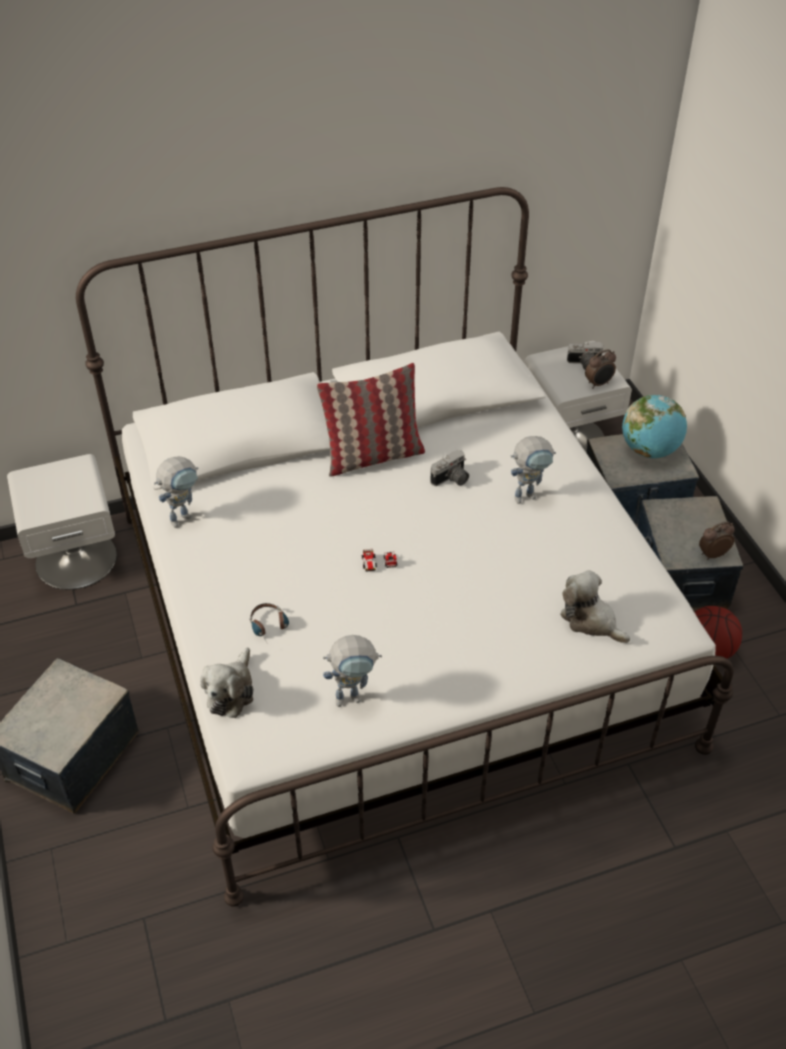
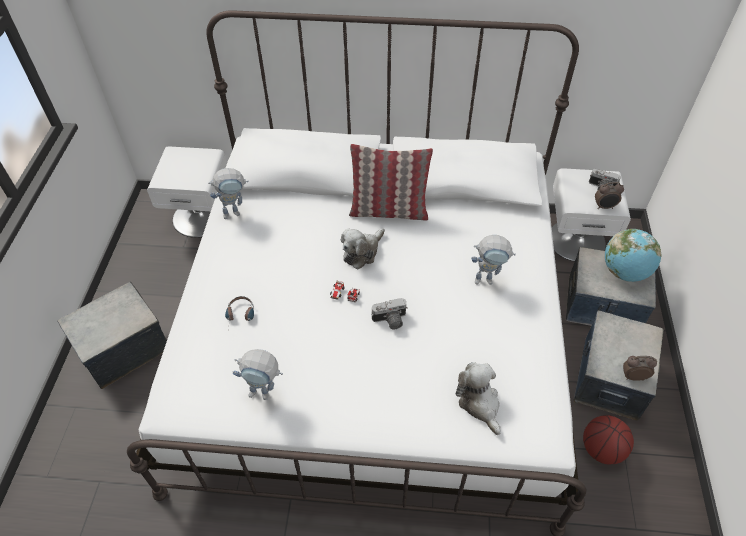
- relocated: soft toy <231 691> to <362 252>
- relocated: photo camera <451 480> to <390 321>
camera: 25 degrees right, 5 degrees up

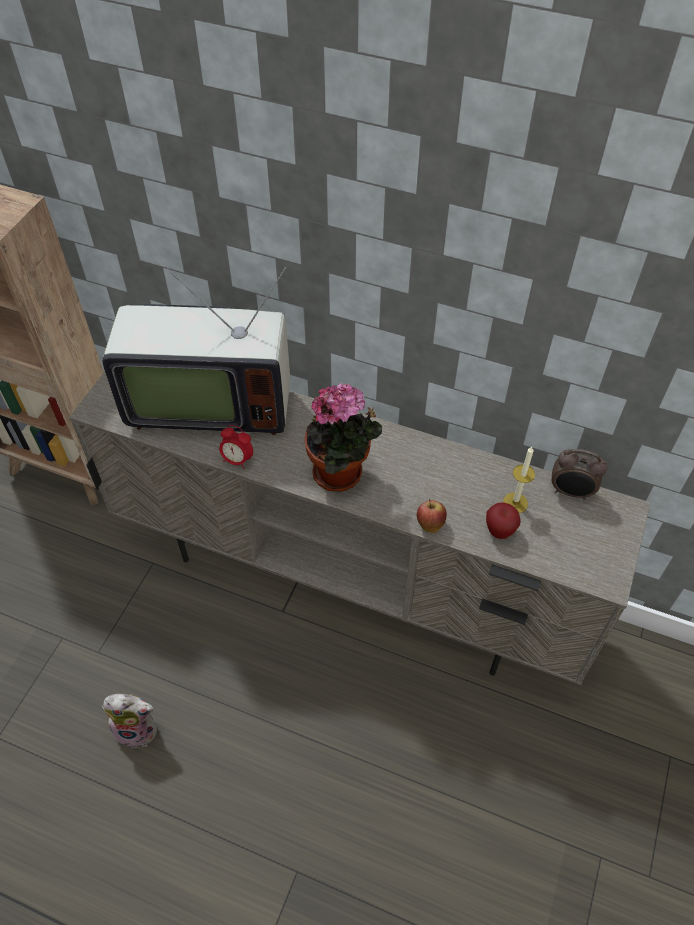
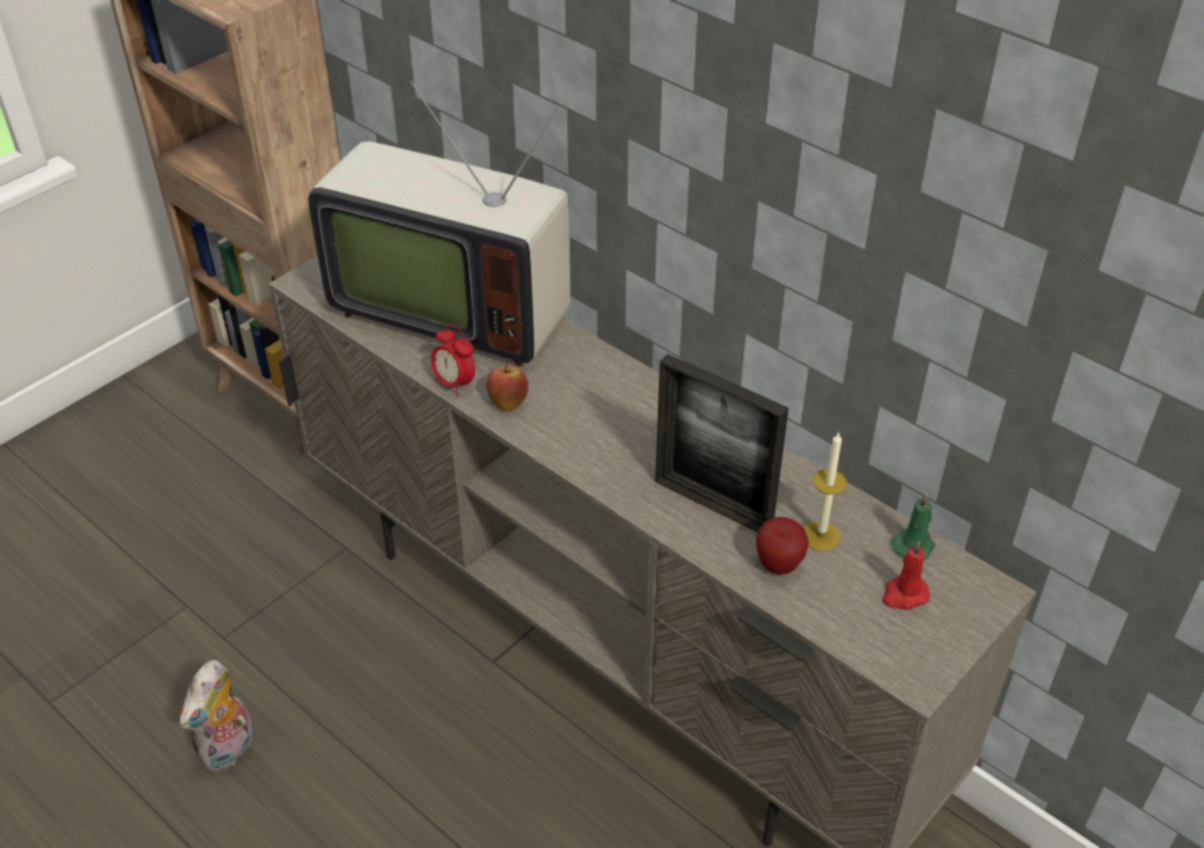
- spun: soft toy <138 728> = <229 750> 90 degrees clockwise
- missing: potted plant <342 474>
- relocated: apple <430 524> to <508 402>
- exchanged: alarm clock <571 492> to wax light in green-coloured <914 545>
- appeared: photo frame <713 504>
- appeared: wax light in red <904 595>
camera: 20 degrees right, 10 degrees down

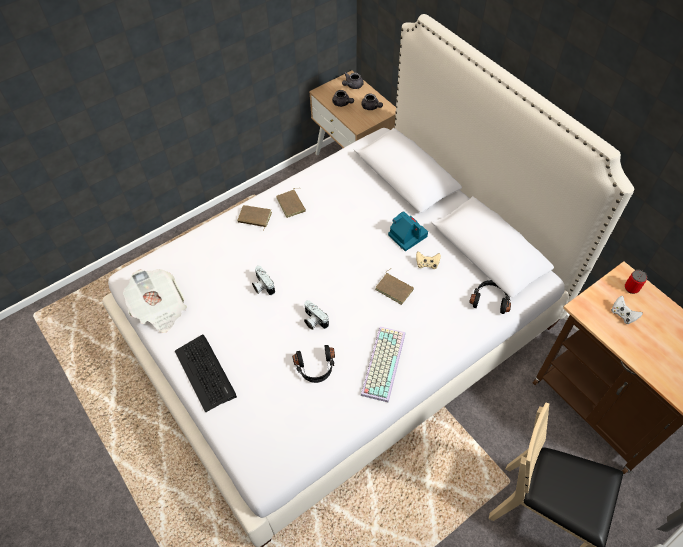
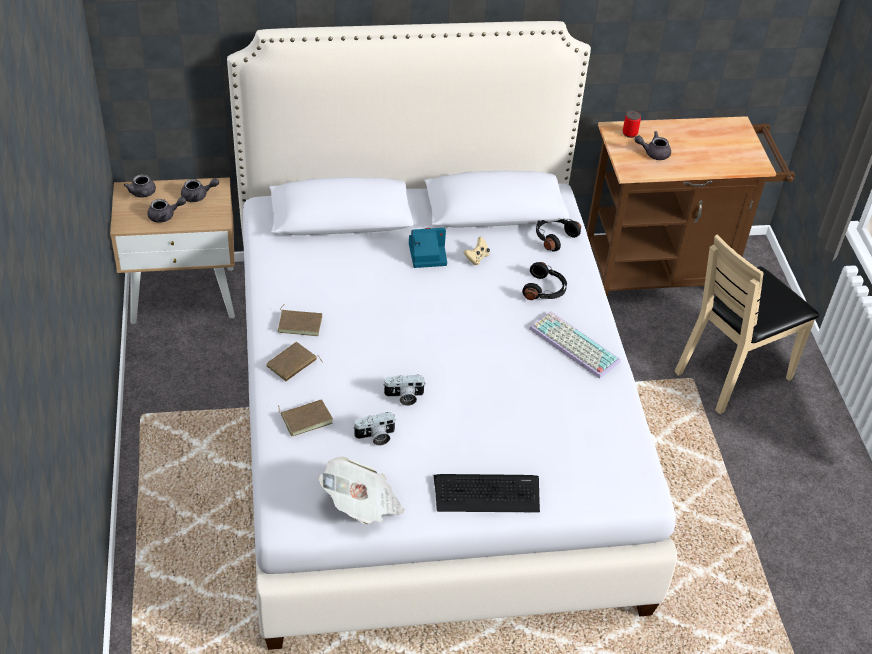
- relocated: headphones in blackish <316 368> to <545 290>
- relocated: photo camera <313 321> to <375 437>
- relocated: bound book in brownish <395 289> to <306 418>
- exchanged: joypad in white-coloured <622 315> to tea pot in gray <653 153>
camera: 65 degrees left, 10 degrees down

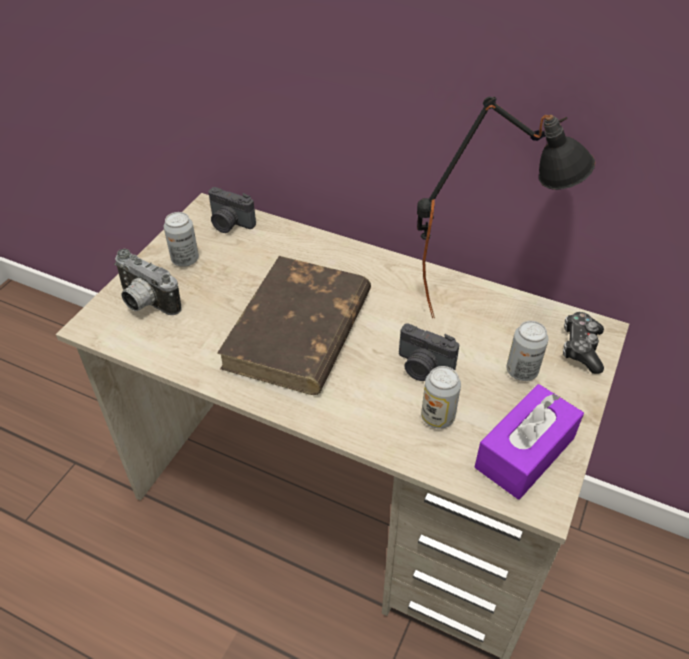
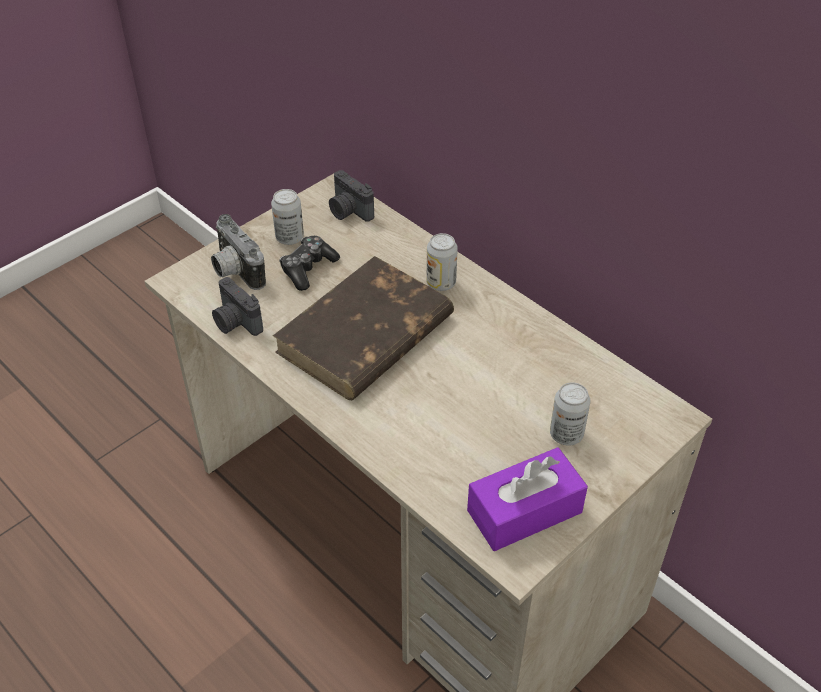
- relocated: photo camera <423 367> to <235 322>
- missing: tabletop lamp in blackish <480 303>
- relocated: sealed can <437 417> to <441 283>
- relocated: joypad <581 348> to <308 269>
camera: 20 degrees right, 0 degrees up

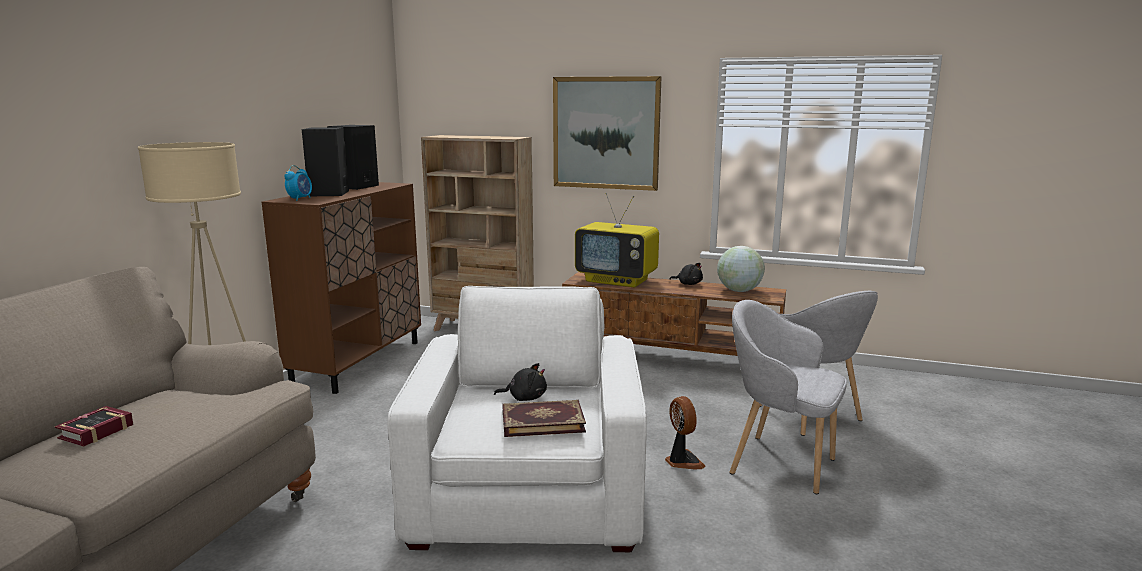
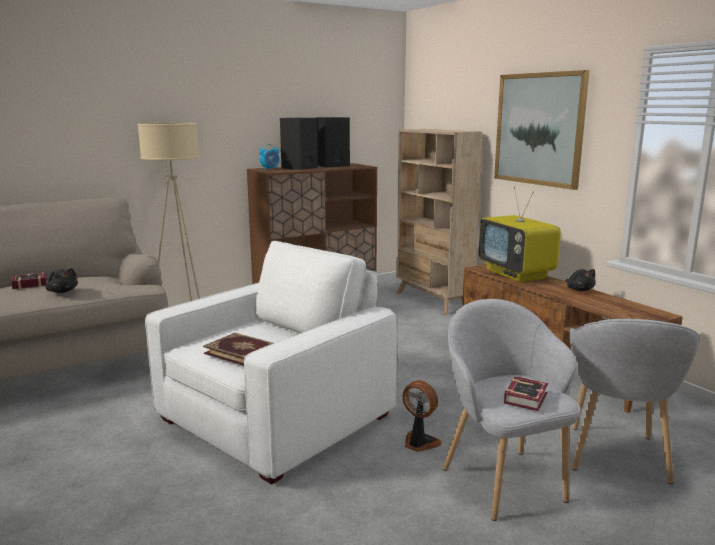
- relocated: soft toy in blackish <525 398> to <62 291>
- spun: fan <682 461> = <419 443> 75 degrees counterclockwise
- missing: world globe <739 291>
- appeared: bound book <527 397>
camera: 40 degrees right, 0 degrees up

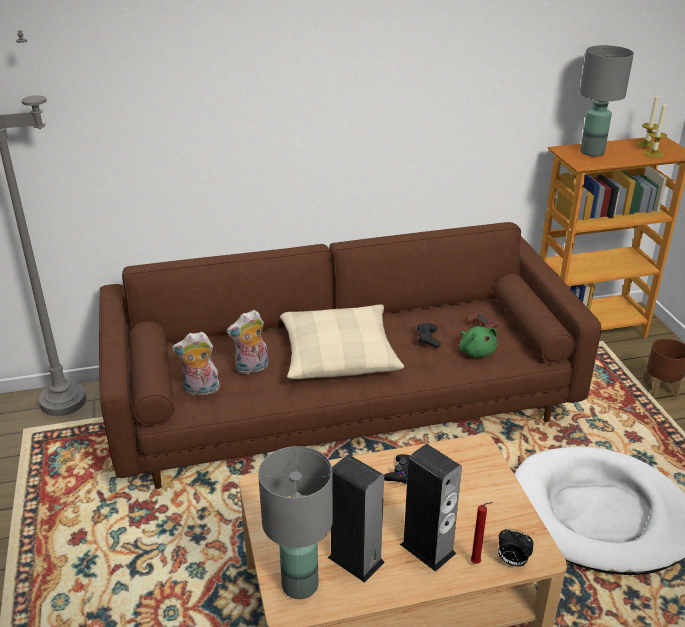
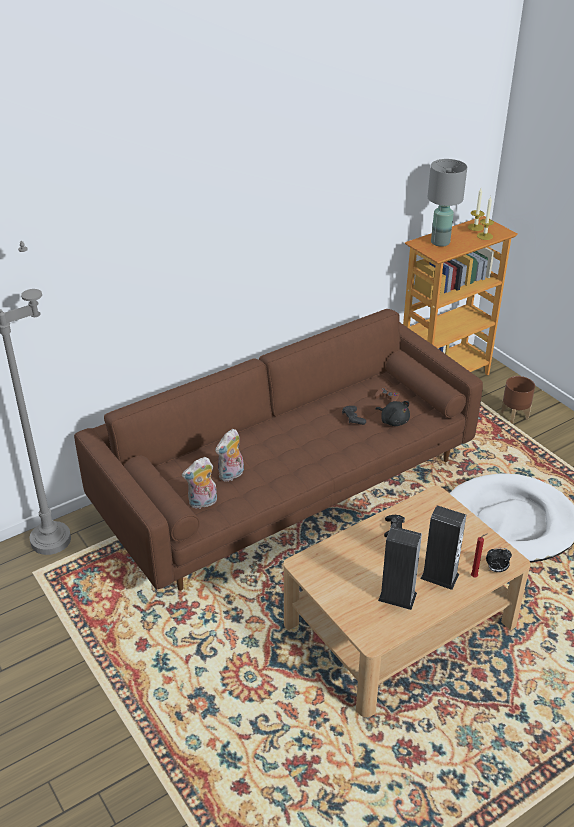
- missing: tabletop lamp in gray <300 585>
- missing: cushion in sand-coloured <338 353>
- colour: soft toy in green-coloured <476 351> to soft toy in blackish <393 421>
camera: 20 degrees left, 5 degrees up

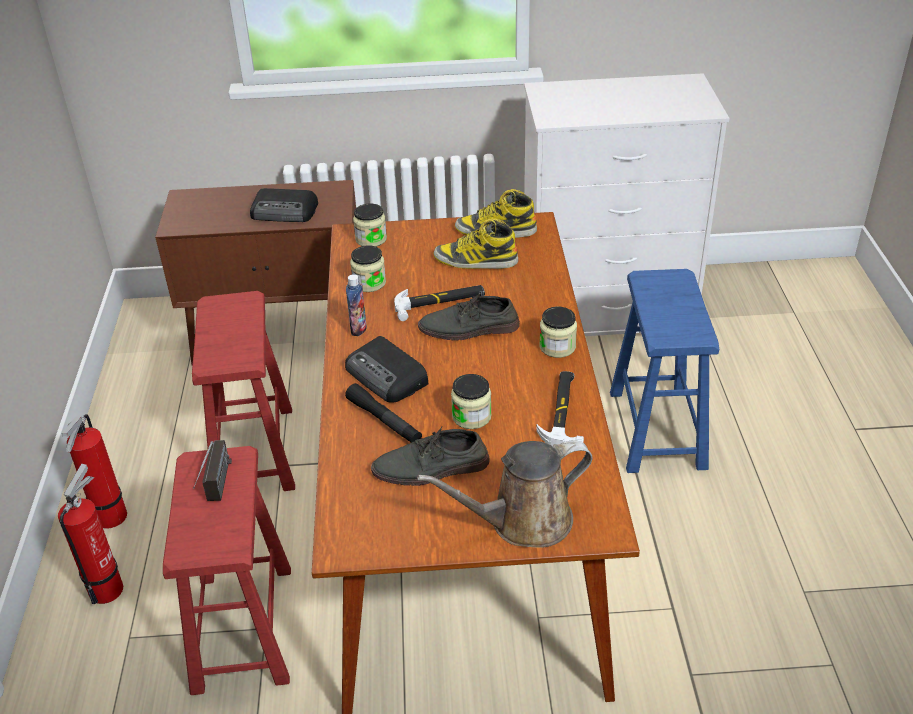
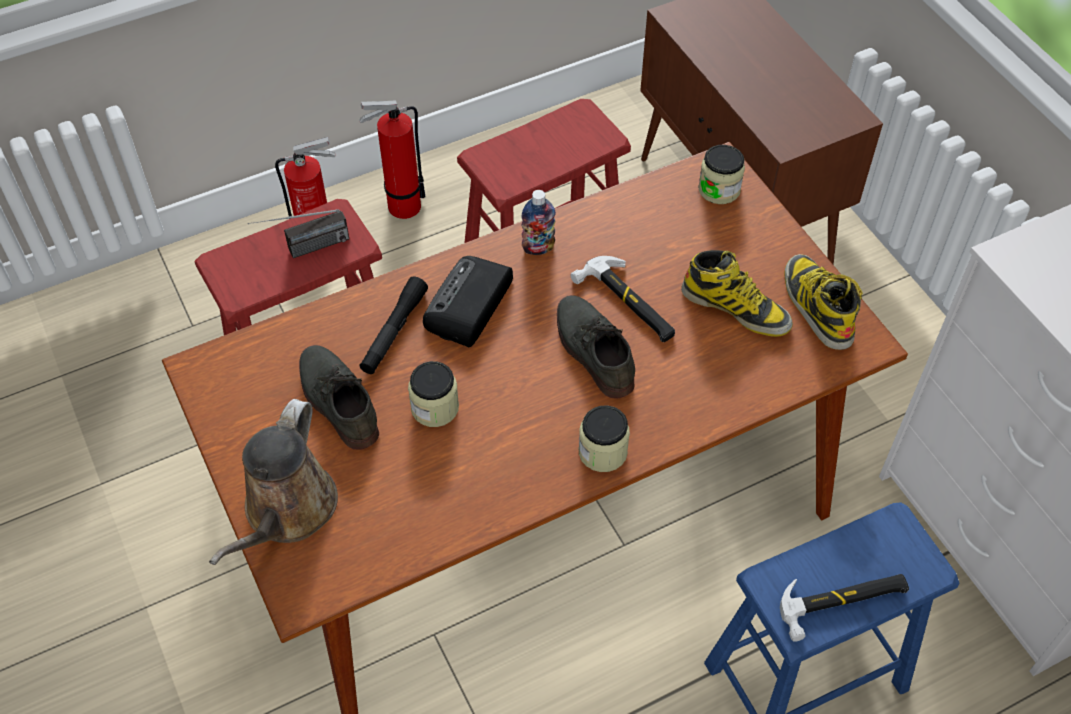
- missing: radio set <285 211>
- missing: storage jar <369 283>
- spun: sprinkling can in brownish <523 521> = <287 511> 120 degrees counterclockwise
- spun: high-top boot <475 261> = <736 308> 135 degrees clockwise
- relocated: hammer <563 412> to <843 602>
camera: 65 degrees right, 15 degrees up

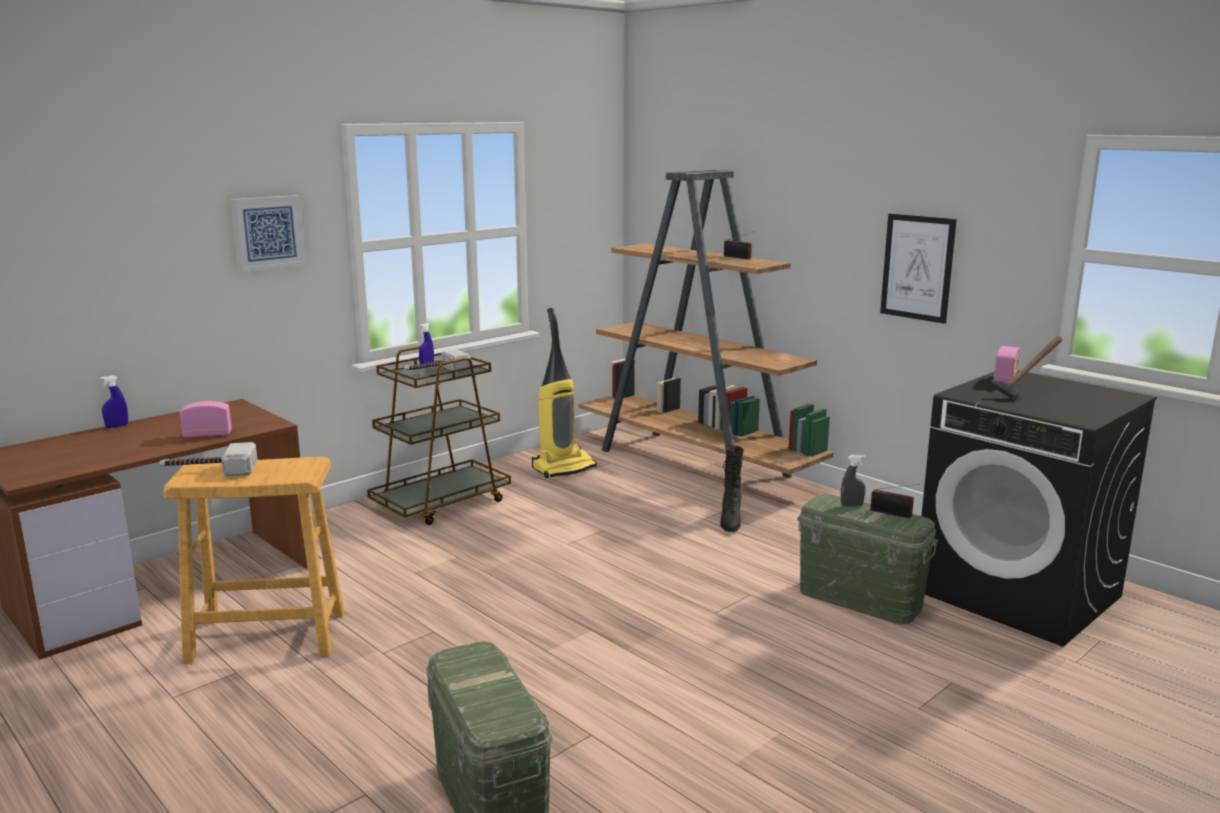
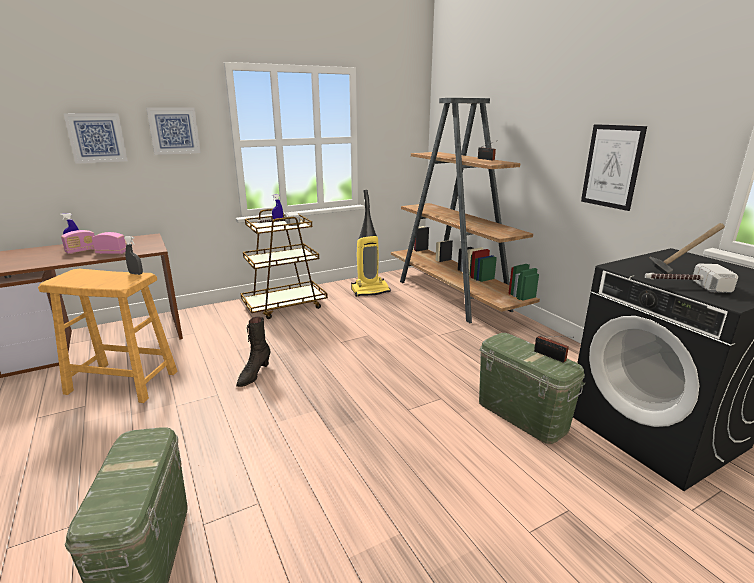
- relocated: hammer <209 471> to <683 286>
- relocated: high-top boot in blackish <730 521> to <253 375>
- relocated: spray bottle in gray <851 505> to <136 273>
- relocated: radio set <1005 379> to <81 251>
- appeared: picture <96 138>
camera: 15 degrees right, 5 degrees up

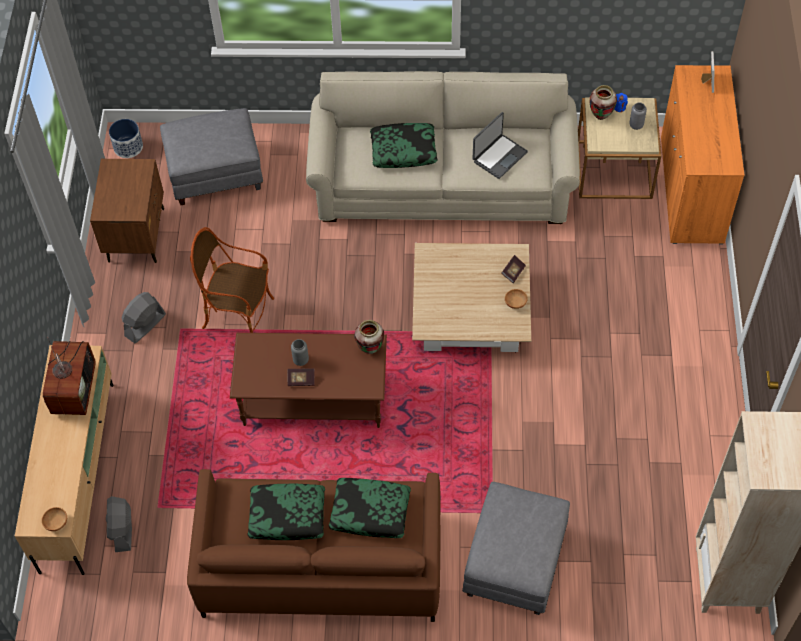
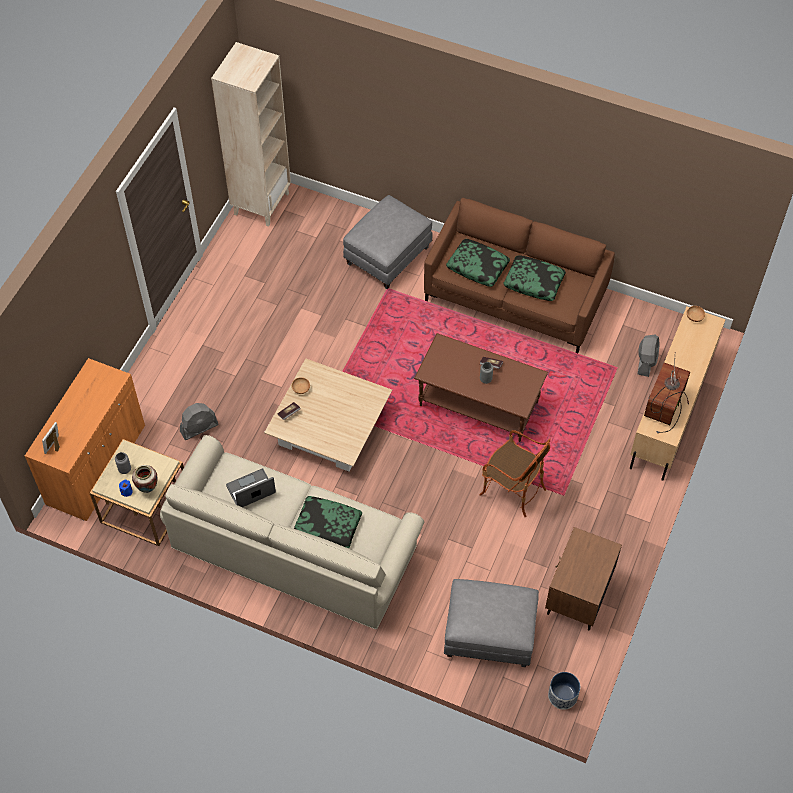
- relocated: fan in gray <145 325> to <199 428>
- missing: decorative vase <370 349>
camera: 160 degrees left, 0 degrees up

